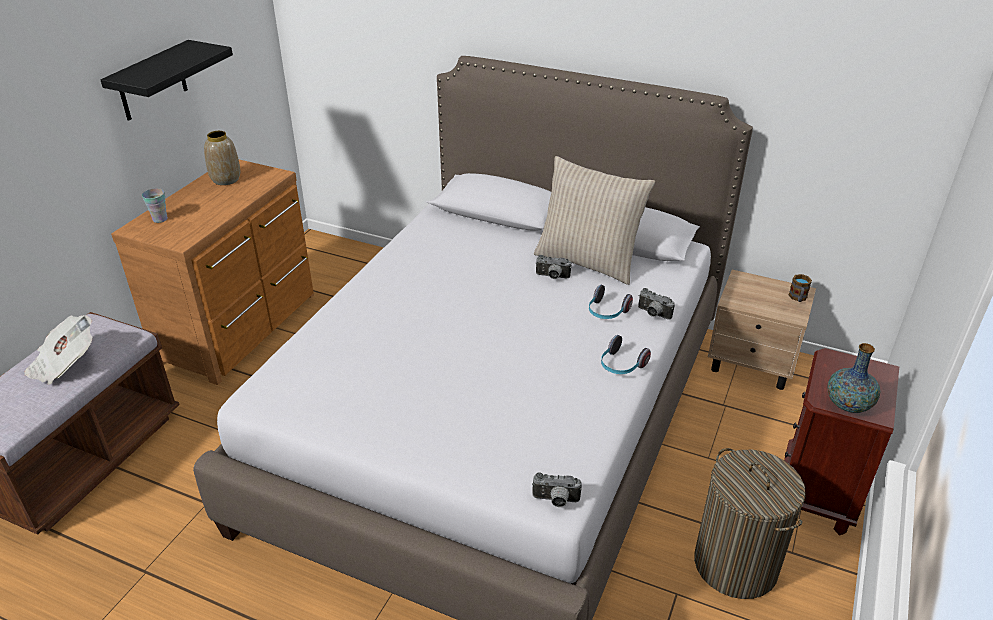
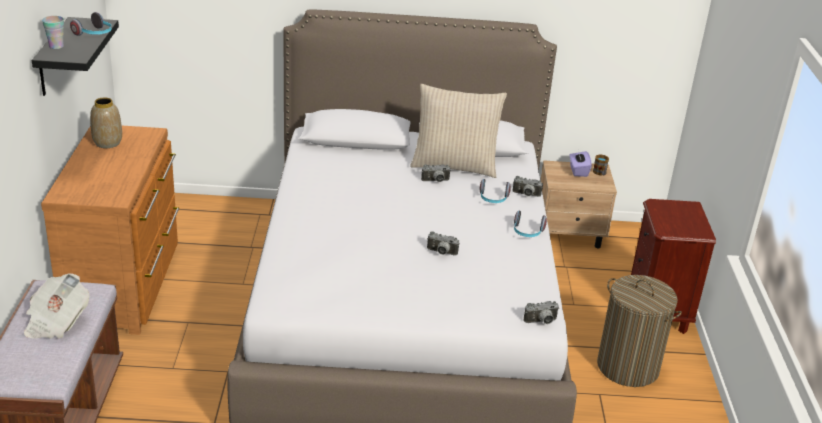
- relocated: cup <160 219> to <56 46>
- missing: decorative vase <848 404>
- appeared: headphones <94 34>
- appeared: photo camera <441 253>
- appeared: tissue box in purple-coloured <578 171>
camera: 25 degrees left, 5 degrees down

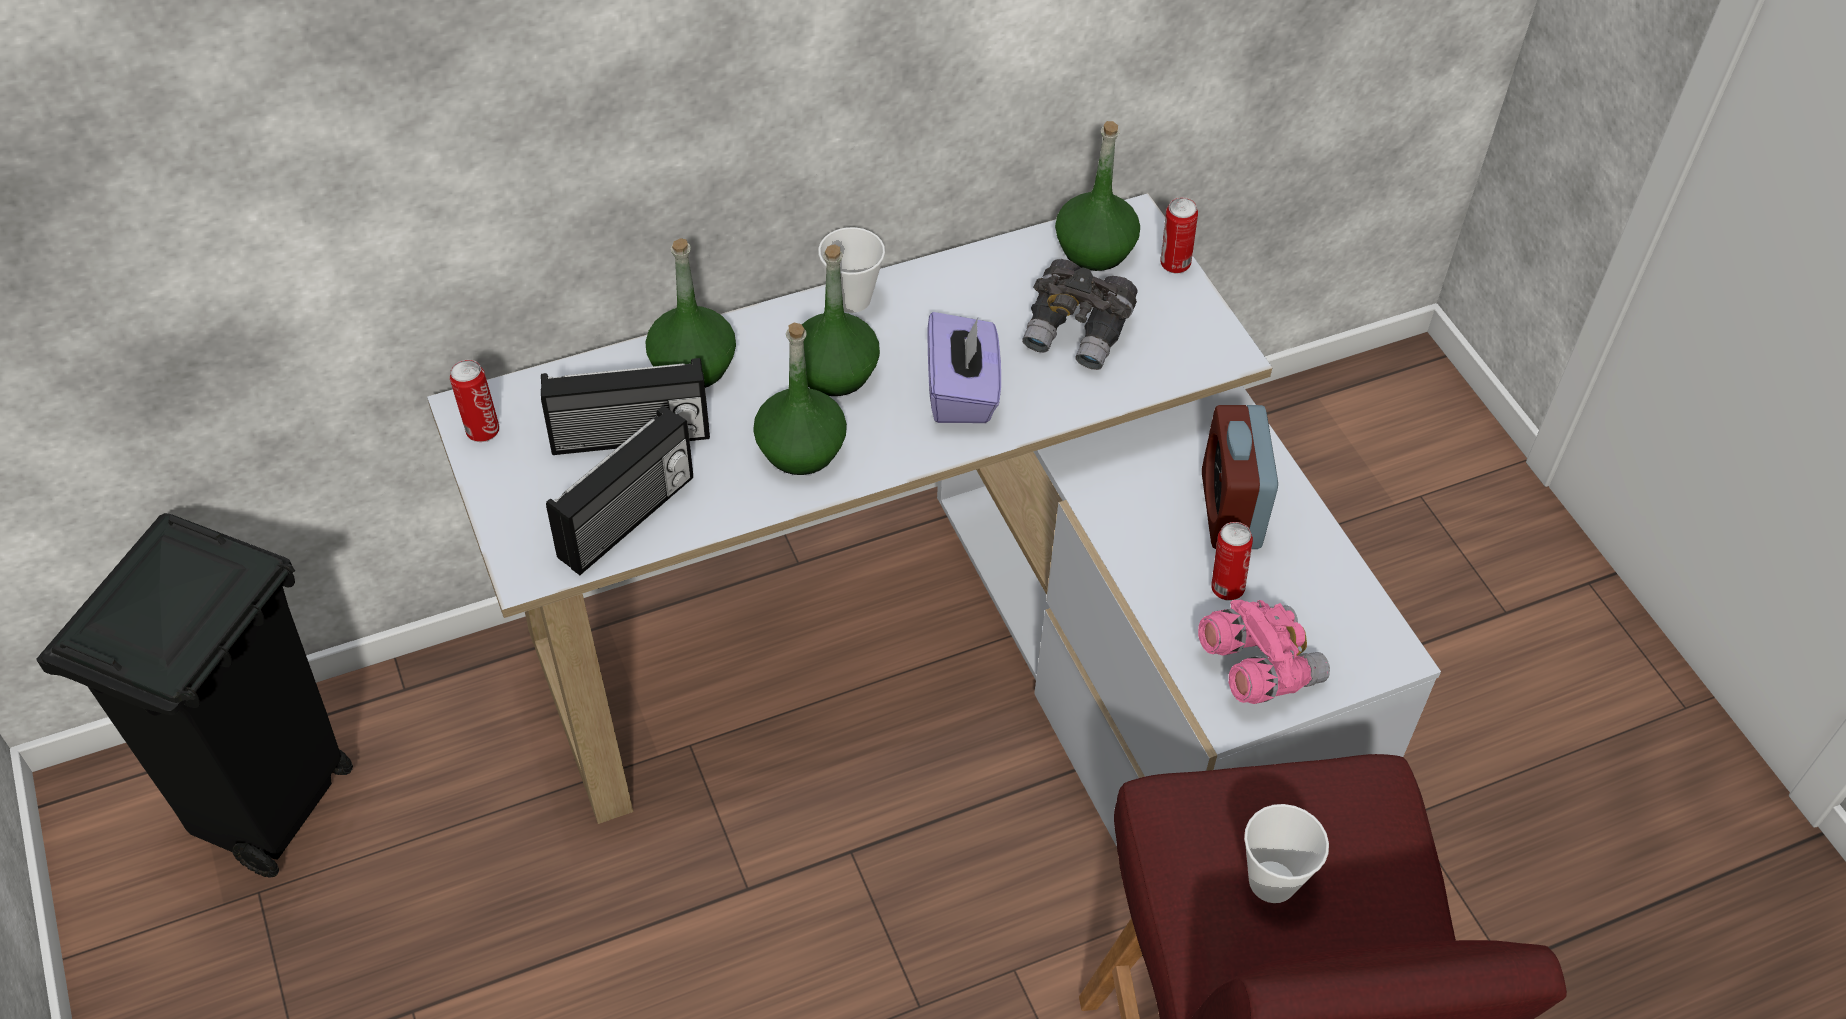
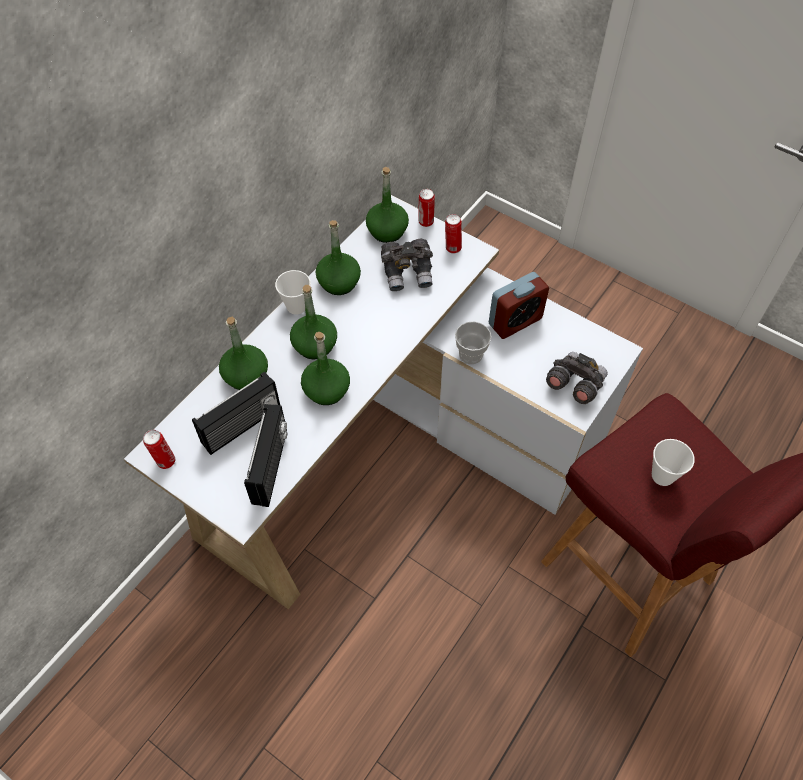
- missing: rubbish bin in blackish <267 810>
- missing: tissue box in purple-coloured <962 392>
- colour: binoculars in pink-coloured <1257 666> to binoculars in gray <574 384>
- spun: alarm clock <1230 510> = <515 321> 90 degrees counterclockwise
- relocated: sealed can <1225 587> to <452 248>
- appeared: bottle in green-coloured <338 282>
- appeared: cup <471 354>
camera: 30 degrees left, 5 degrees up

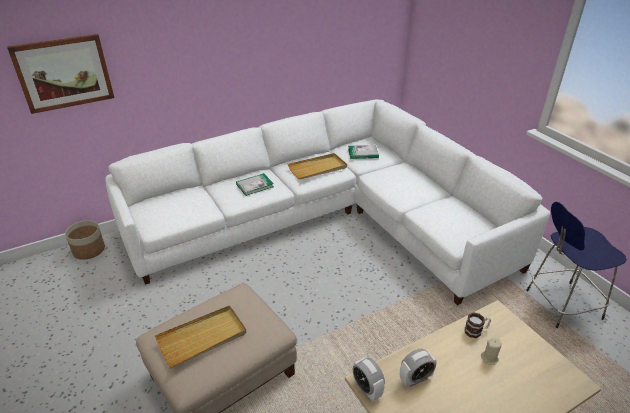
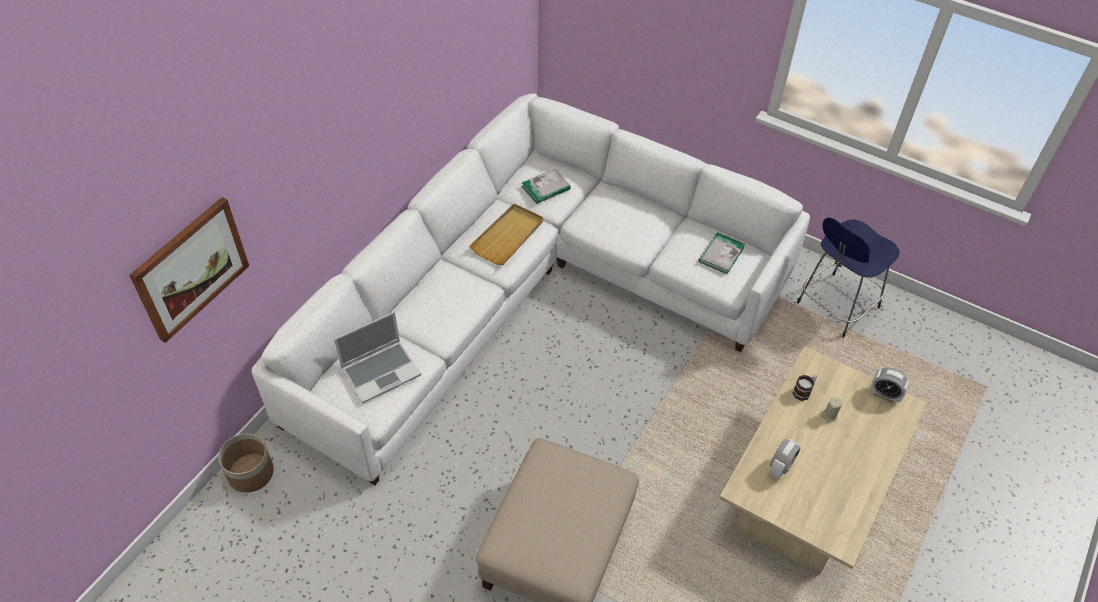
- missing: tray in sand-coloured <202 338>
- relocated: bound book <255 185> to <721 254>
- relocated: alarm clock <367 389> to <884 395>
- appeared: portable computer <381 371>
camera: 30 degrees left, 15 degrees up

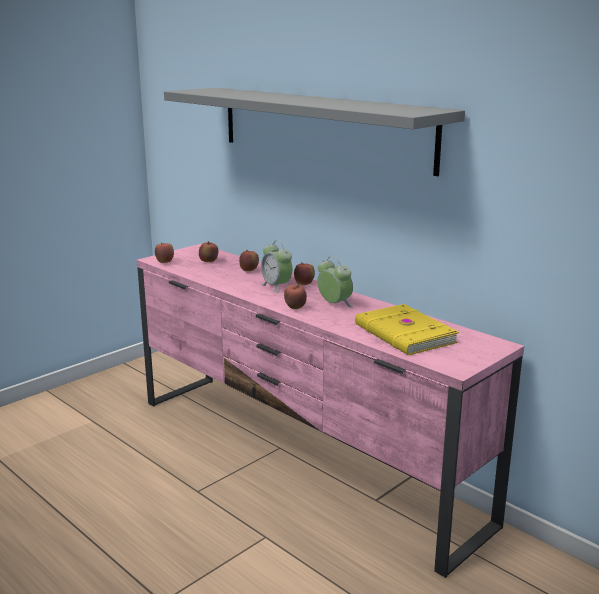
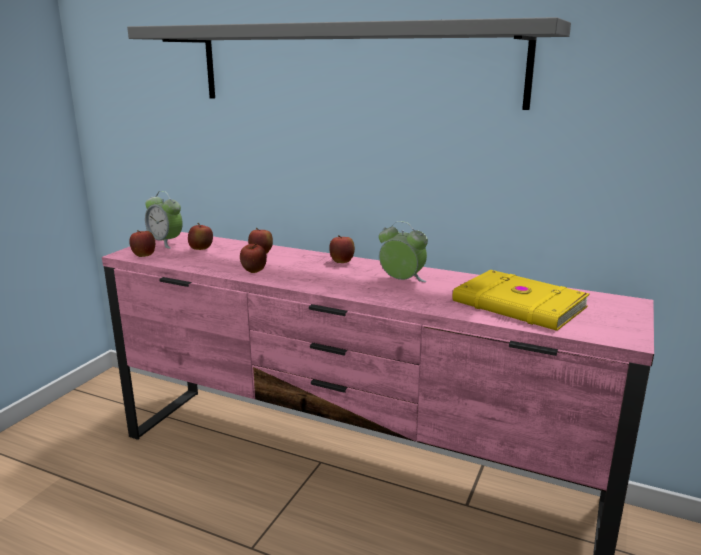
- relocated: alarm clock <276 286> to <165 243>
- relocated: apple <295 308> to <254 271>
camera: 20 degrees left, 0 degrees up

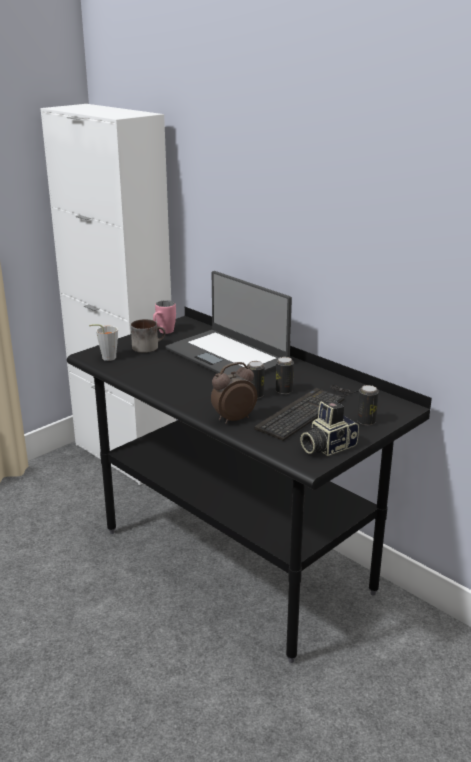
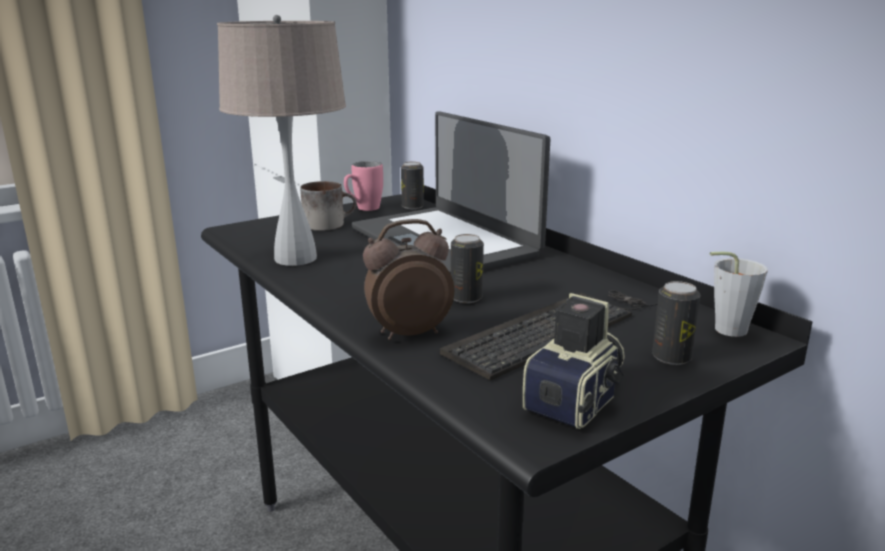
- relocated: cup in gray <105 358> to <724 330>
- relocated: sealed can <284 391> to <412 207>
- spun: photo camera <327 446> = <579 400> 150 degrees clockwise
- appeared: tabletop lamp in sand-coloured <296 258>
camera: 10 degrees right, 5 degrees down

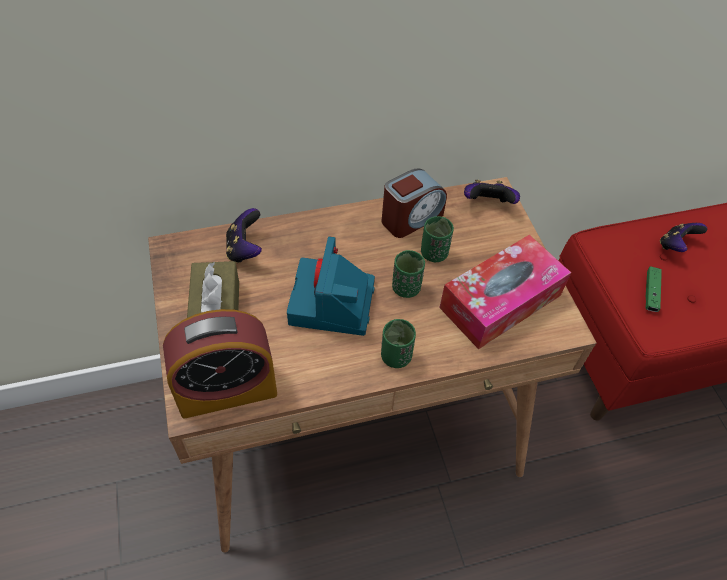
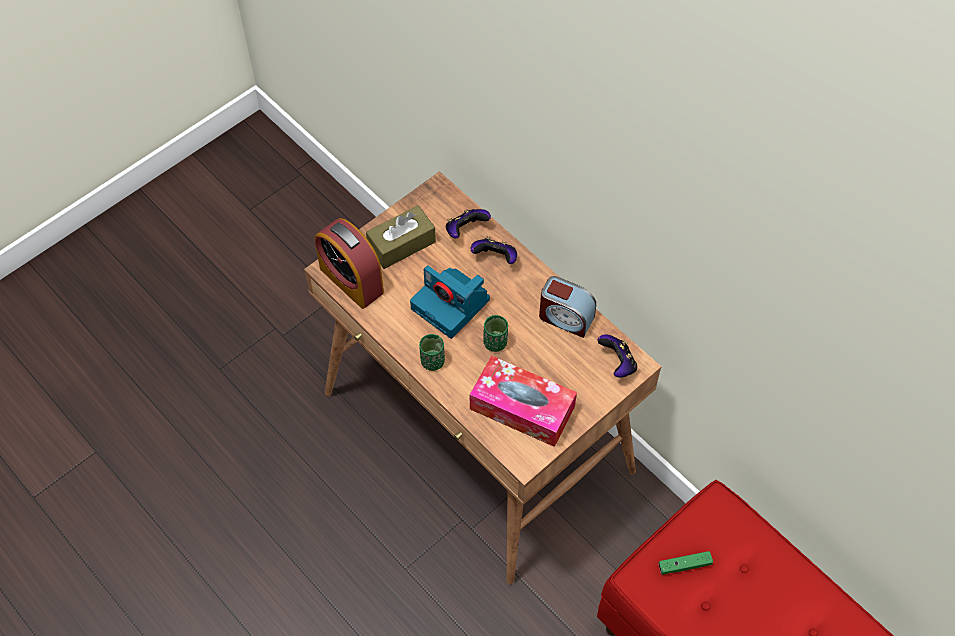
- spun: photo camera <332 304> = <452 305> 120 degrees counterclockwise
- missing: cup in green-coloured <434 253>
- relocated: joypad <675 246> to <495 258>
camera: 65 degrees right, 5 degrees up

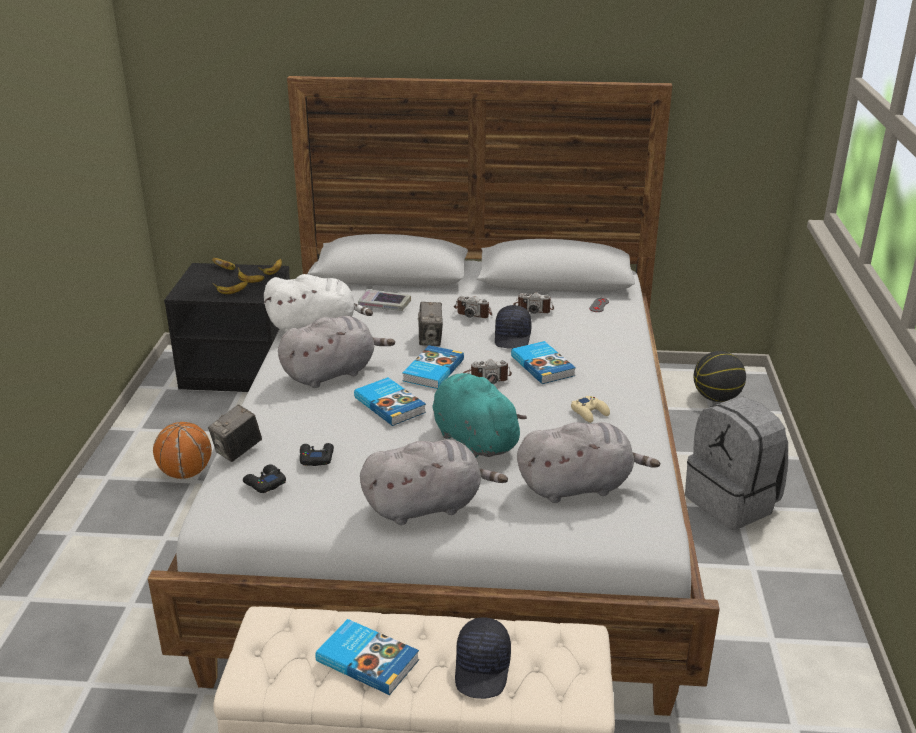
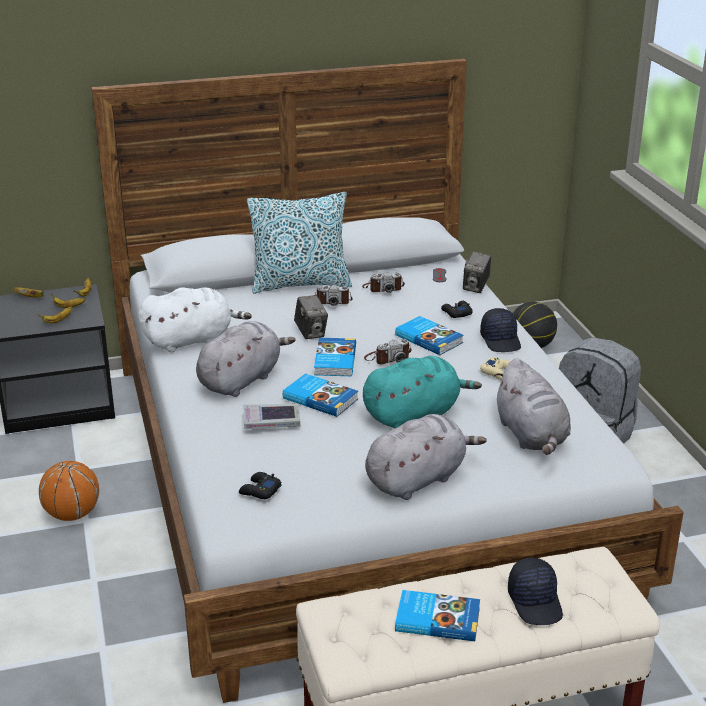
- relocated: photo camera <237 451> to <476 287>
- relocated: joypad in blackish <316 458> to <456 313>
- relocated: bound book <384 304> to <271 421>
- spun: soft toy in blue-green <473 439> = <414 414> 120 degrees clockwise
- relocated: baseball cap in blackish <513 337> to <501 340>
- spun: soft toy in gray <579 486> = <532 436> 105 degrees clockwise
- appeared: cushion <300 284>
camera: 20 degrees left, 0 degrees up

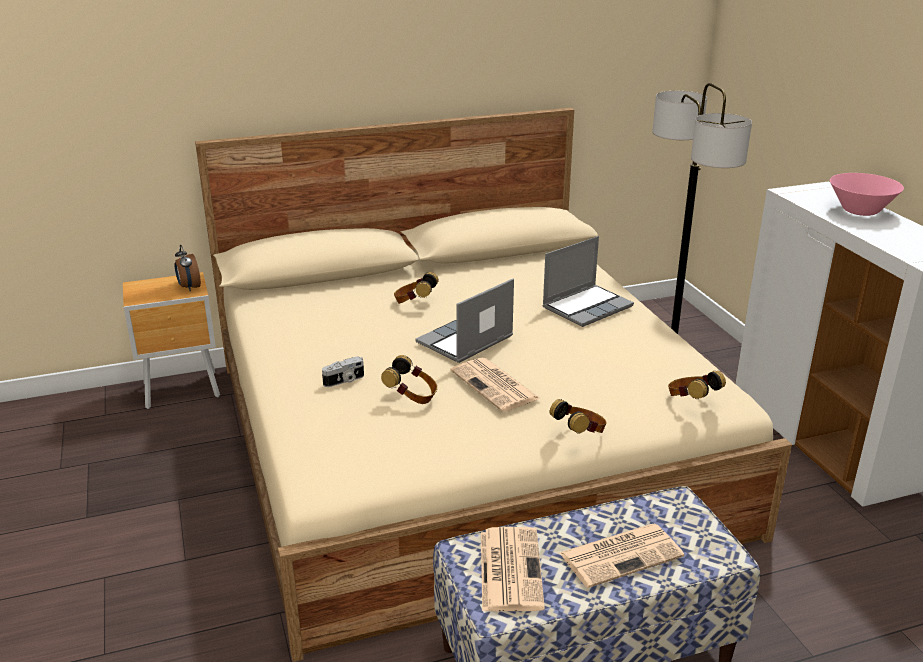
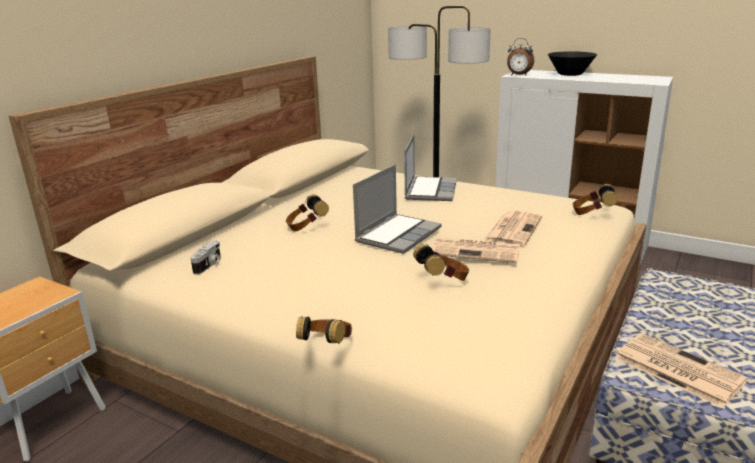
- relocated: alarm clock <189 287> to <518 75>
- relocated: photo camera <344 381> to <209 265>
- spun: portable computer <465 341> = <398 234> 150 degrees counterclockwise
- relocated: headphones <579 434> to <327 347>
- relocated: newspaper <622 554> to <513 229>
- colour: bowl in pink-coloured <860 211> to bowl in blackish <570 74>
camera: 40 degrees left, 5 degrees down

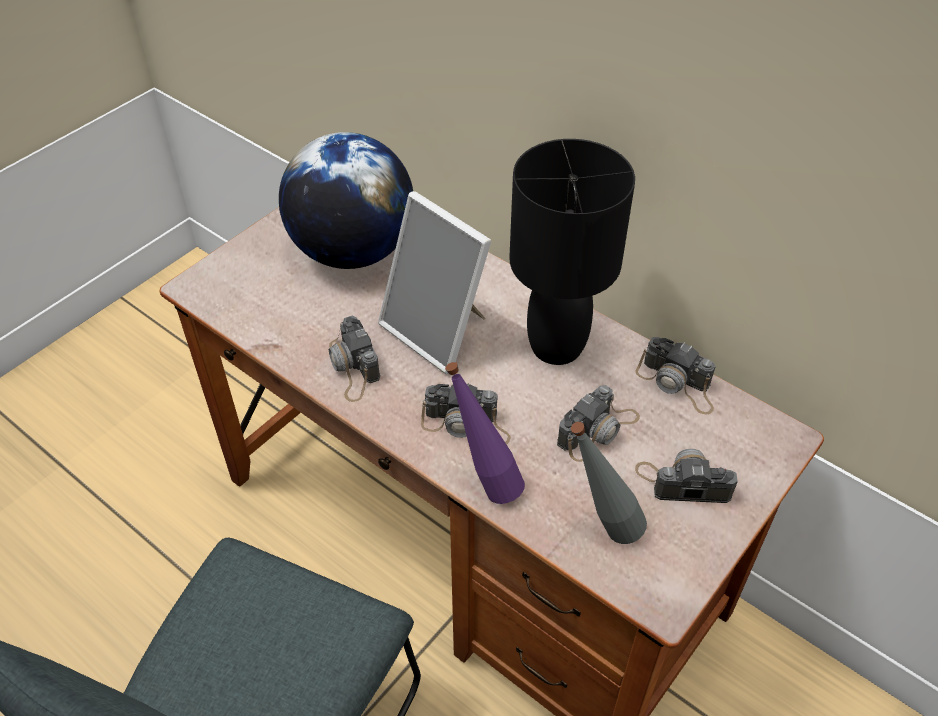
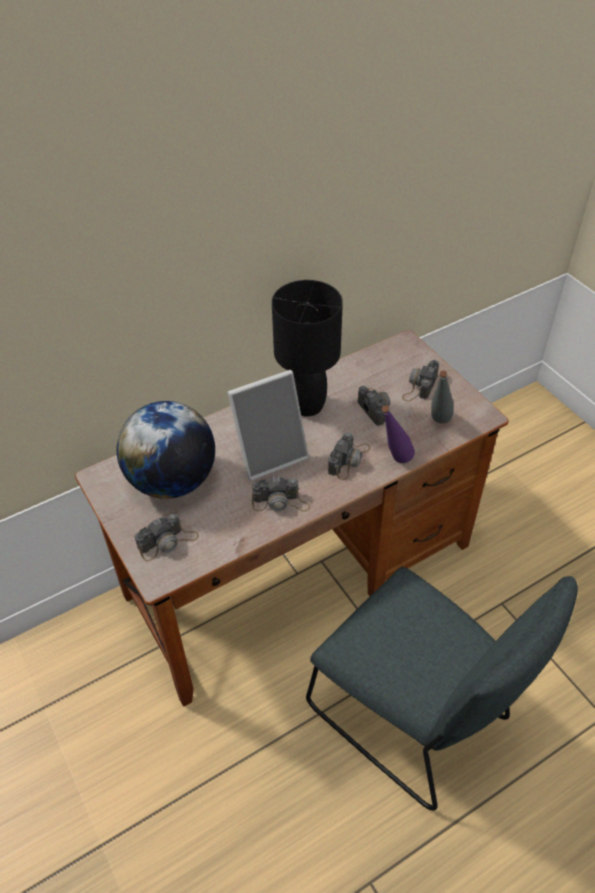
- relocated: photo camera <677 384> to <168 542>
camera: 70 degrees left, 0 degrees up

